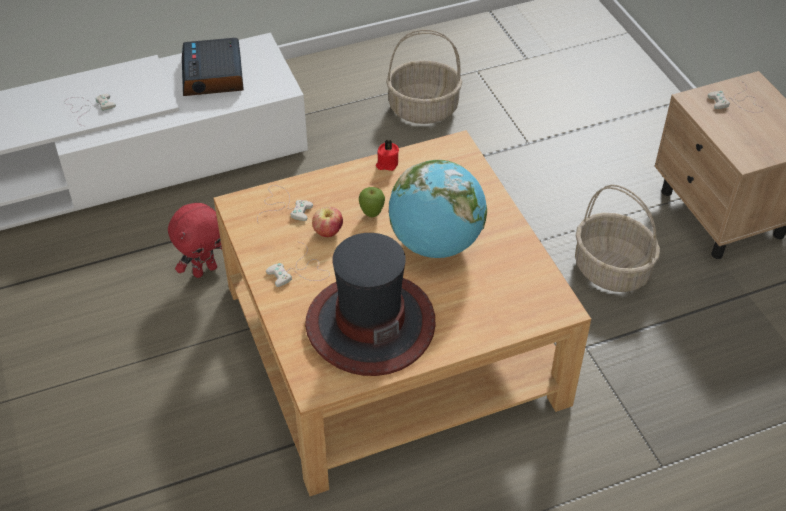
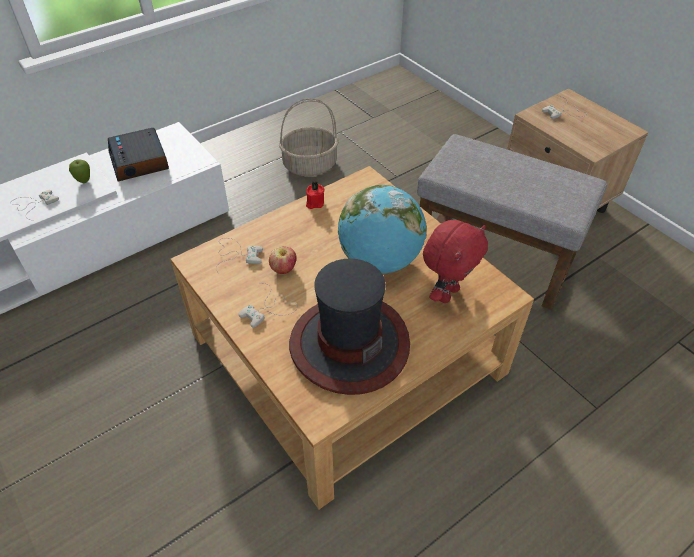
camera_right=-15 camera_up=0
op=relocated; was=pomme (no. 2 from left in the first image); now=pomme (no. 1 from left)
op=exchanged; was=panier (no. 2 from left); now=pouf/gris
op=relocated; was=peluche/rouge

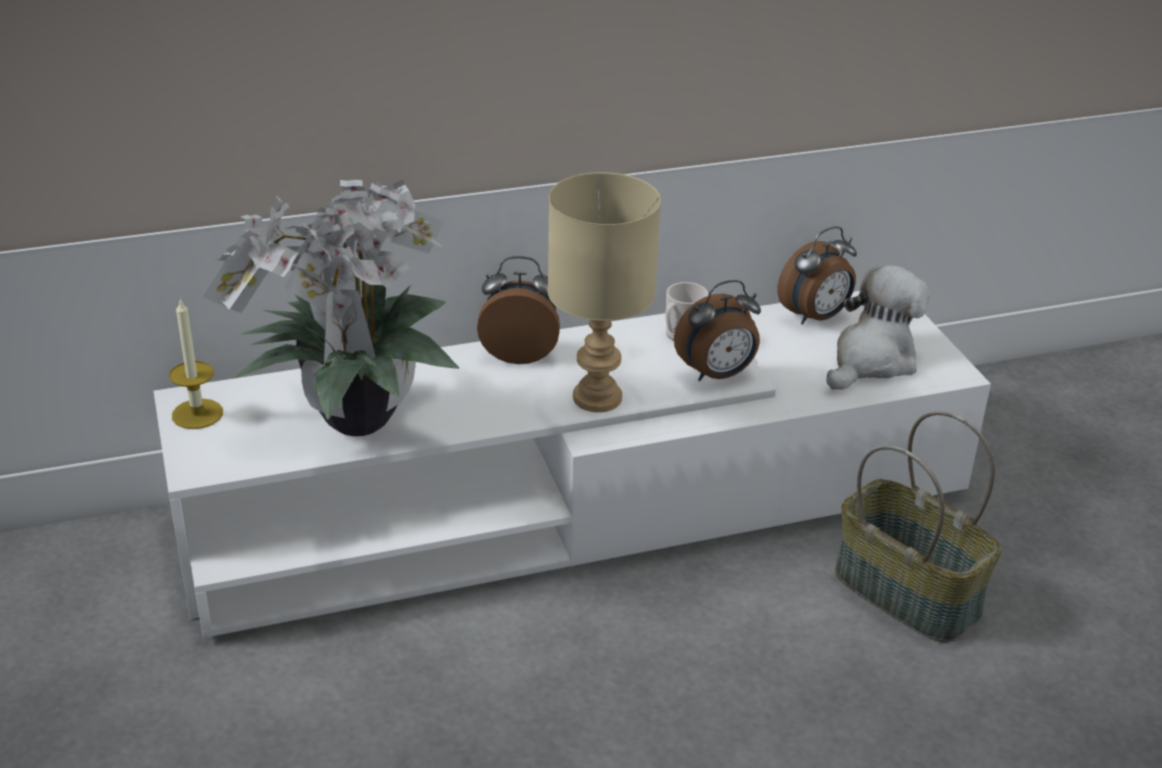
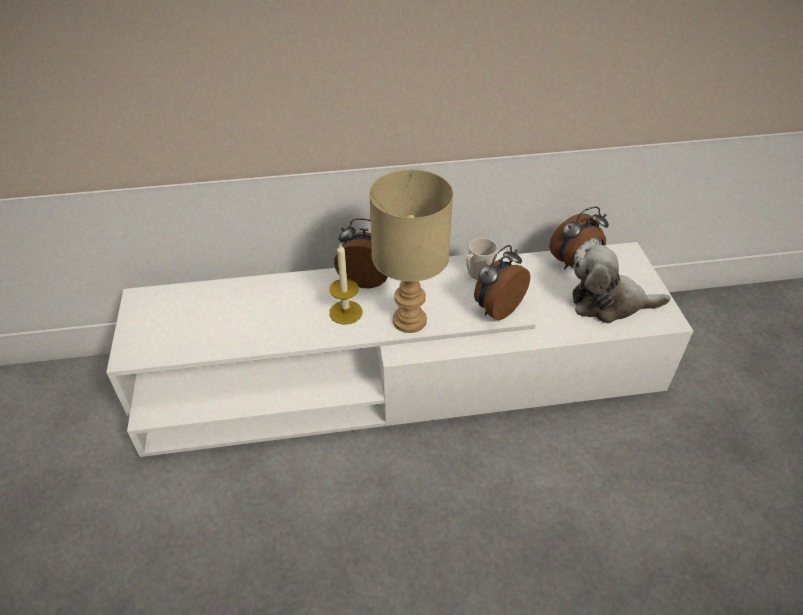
camera_right=10 camera_up=10
op=relocated; was=bougie
op=spun; was=réveil (no. 2 from left); clockwise=150
op=spun; was=peluche; clockwise=-135
op=missing; was=plante en pot
op=missing; was=panier

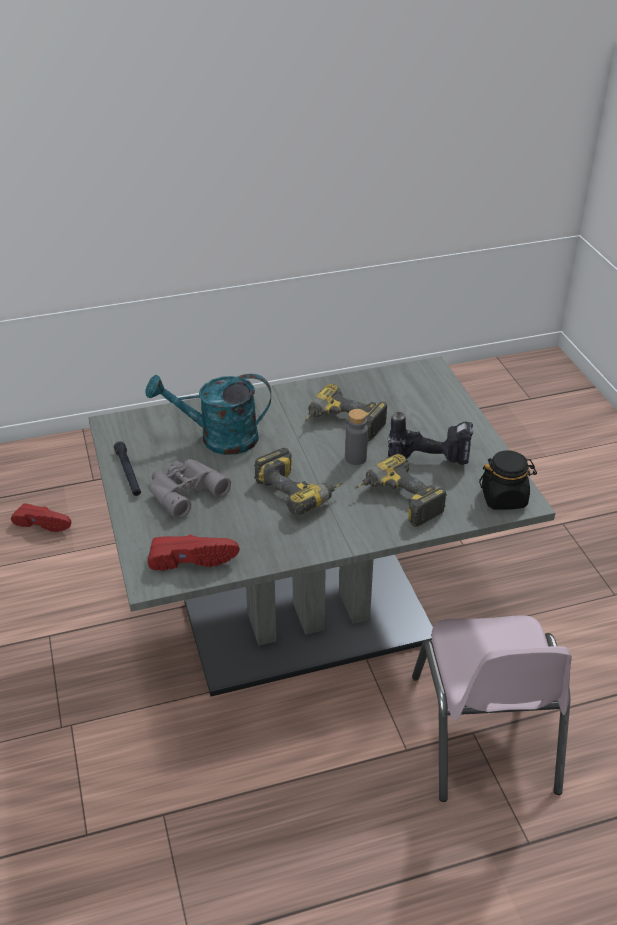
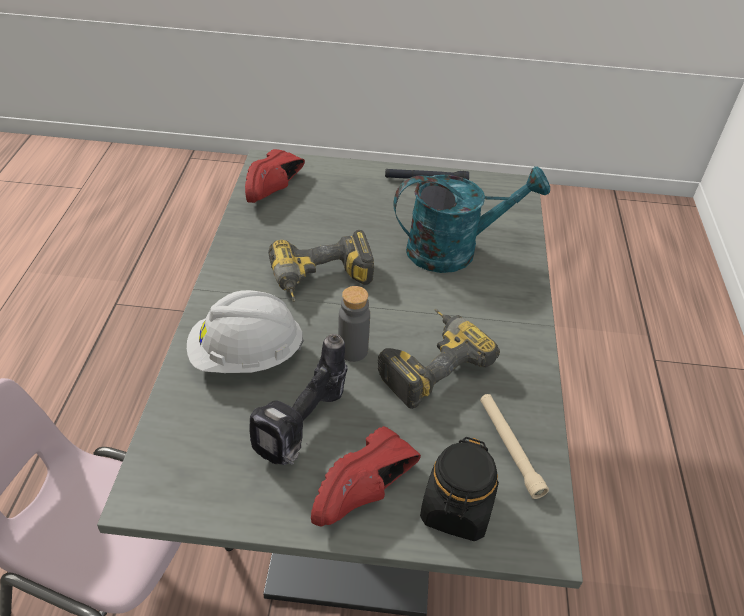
camera_right=110 camera_up=5
op=exchanged; was=perceuse (no. 3 from left); now=casque de chantier/blanc
op=relocated; was=chaussure/rouge (no. 1 from left in the first image); now=chaussure/rouge (no. 2 from left)
op=spun; was=arrosoir/turquoise; clockwise=60
op=relocated; was=bocal/noir
op=appeared; now=lampe de poche/beige
op=missing; was=jumelles/gris

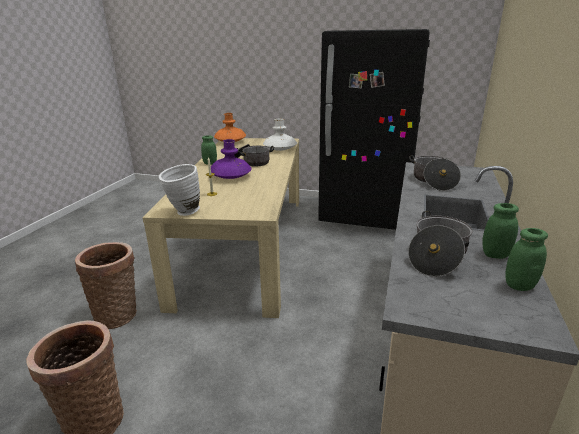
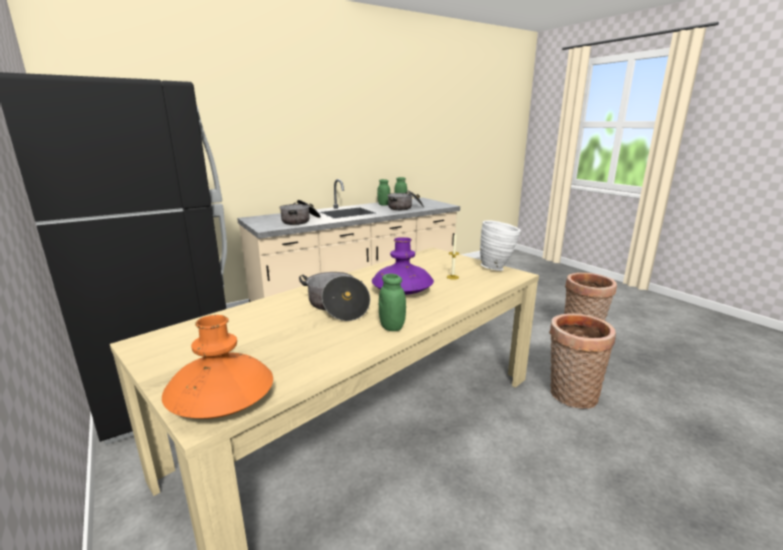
camera_right=-140 camera_up=-5
op=missing; was=vase/blanc (no. 2 from left)

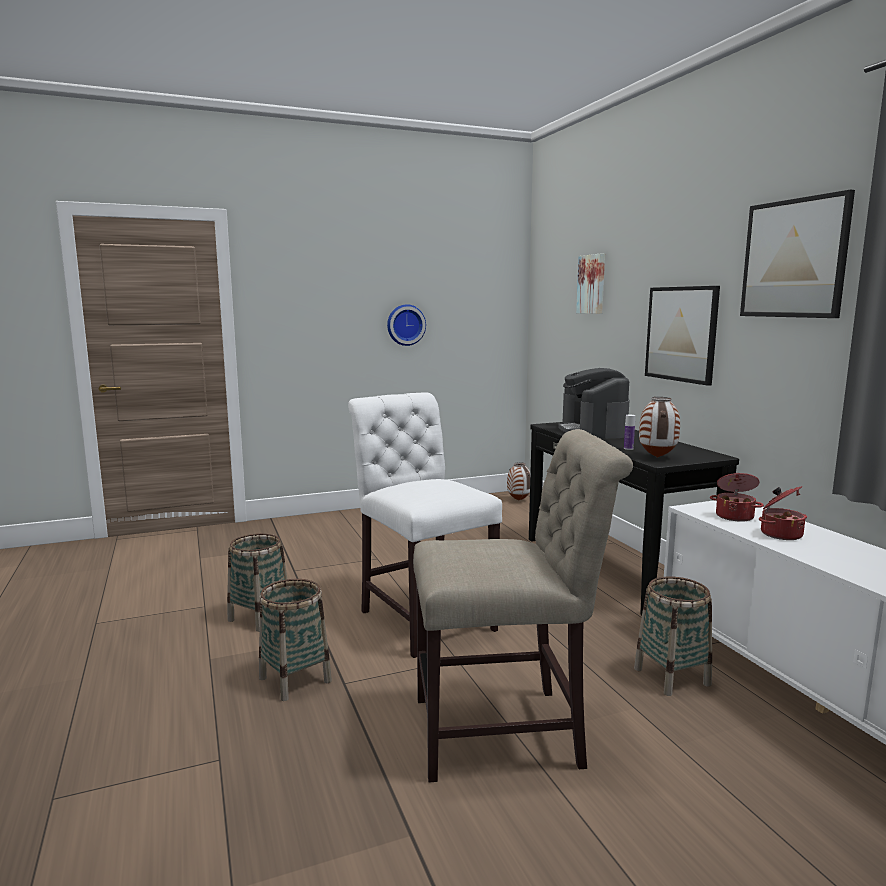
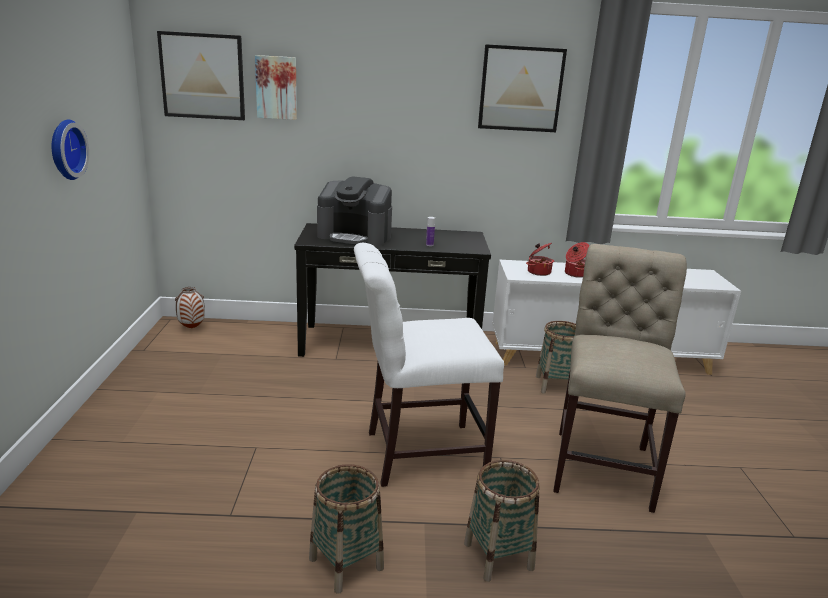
camera_right=-70 camera_up=10
op=relocated; was=tableau (no. 2 from left in the first image); now=tableau (no. 1 from left)
op=missing; was=vase (no. 2 from left)

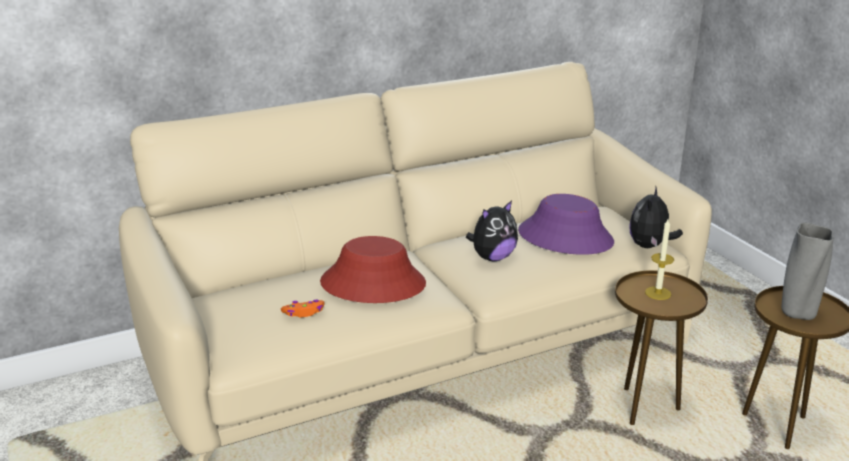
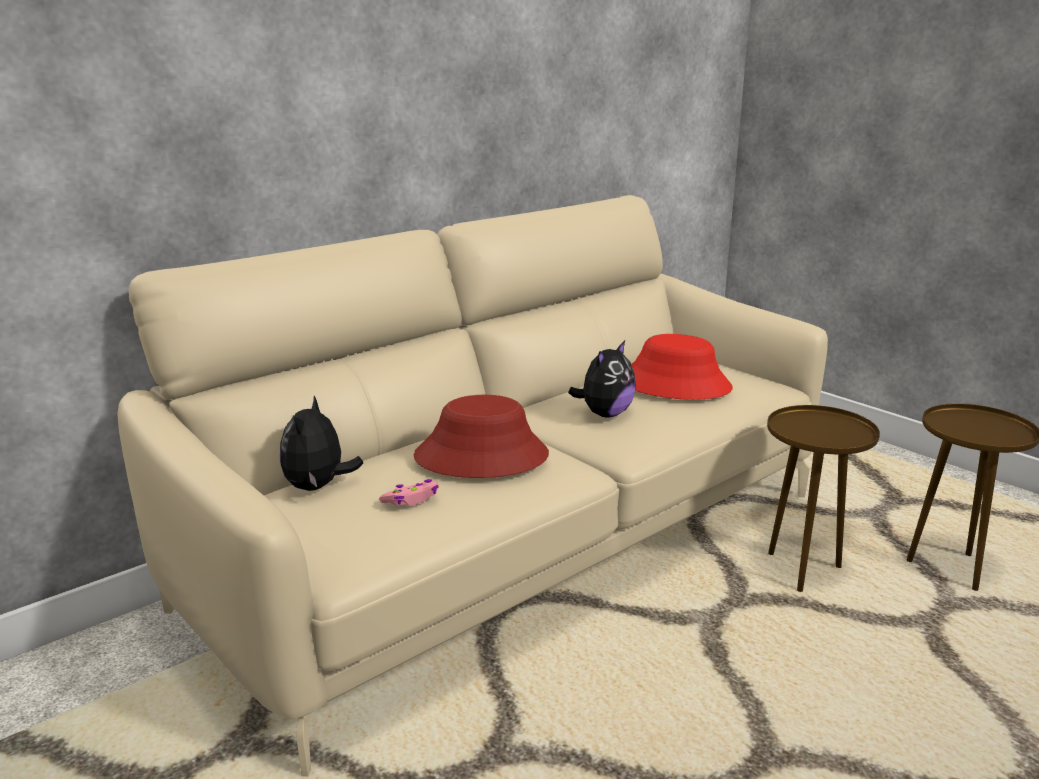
camera_right=-15 camera_up=-5
op=relocated; was=peluche (no. 2 from left in the first image); now=peluche (no. 1 from left)
op=colour; was=manette/orange; now=manette/rose
op=colour; was=chapeau/violet; now=chapeau/rouge (no. 2 from left)
op=missing; was=bougie
op=missing; was=vase/gris

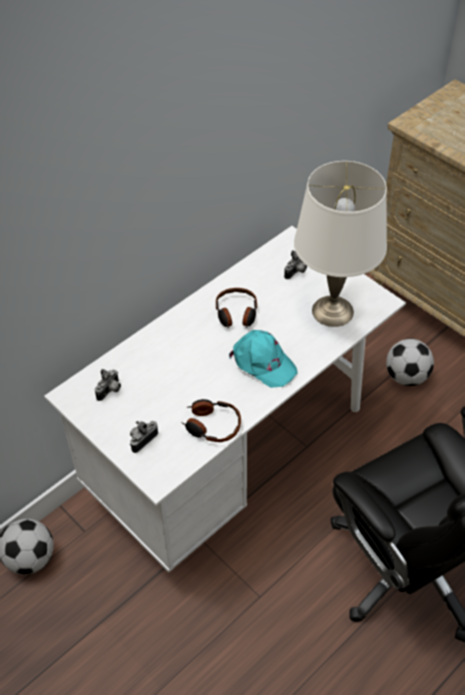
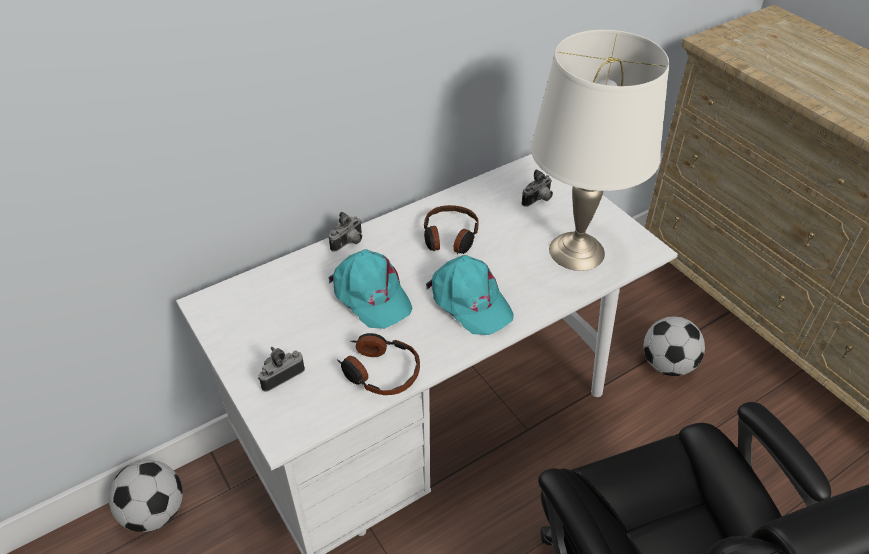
camera_right=10 camera_up=-5
op=appeared; now=casquette/turquoise (no. 1 from left)
op=relocated; was=appareil photo (no. 1 from left in the first image); now=appareil photo (no. 2 from left)

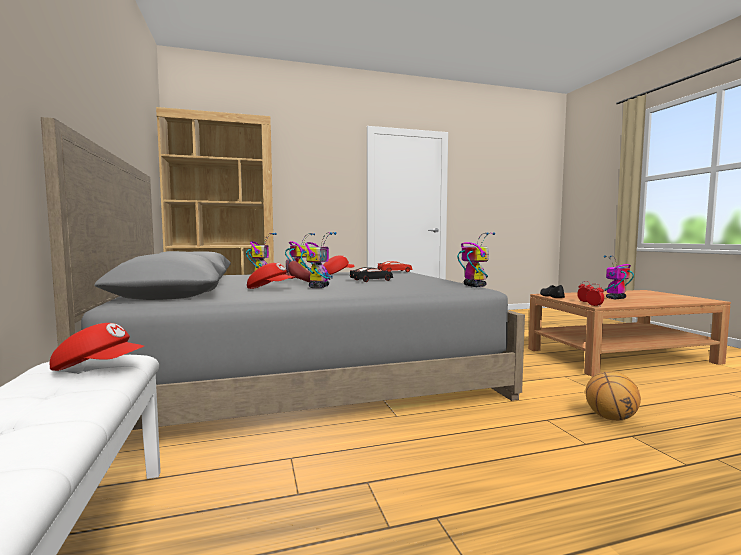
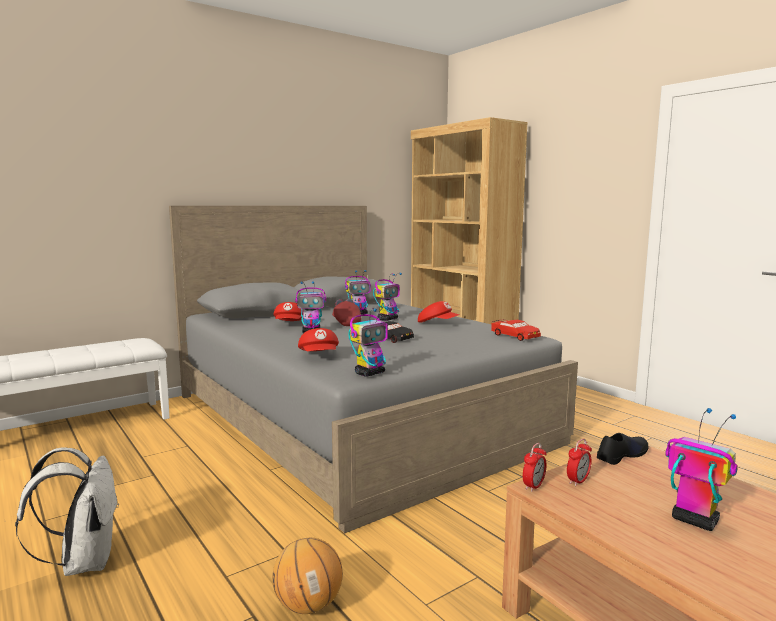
camera_right=70 camera_up=5
op=appeared; now=sac à dos/blanc
op=relocated; was=casquette/rouge (no. 1 from left in the first image); now=casquette/rouge (no. 2 from left)

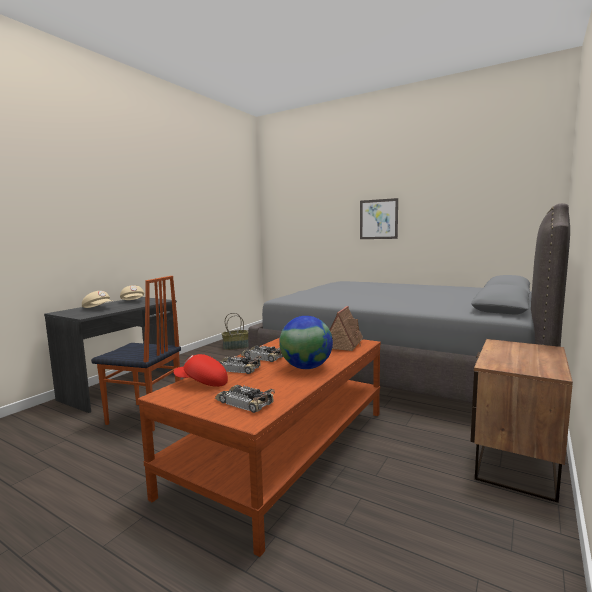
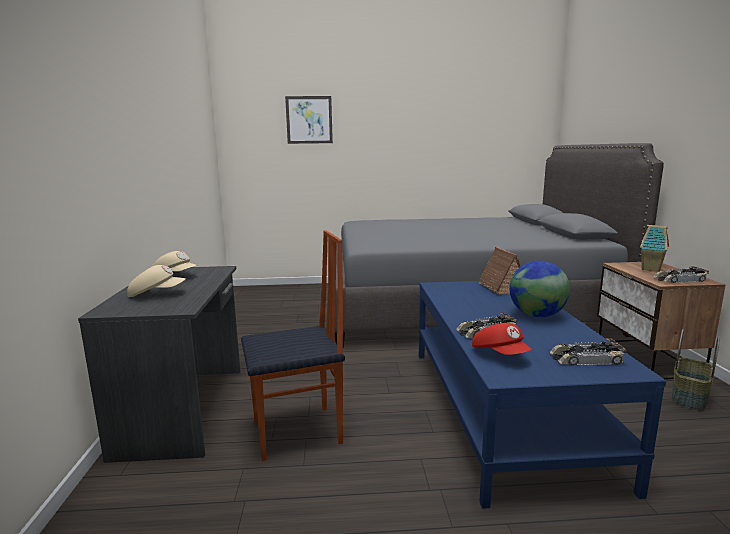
camera_right=-35 camera_up=5
op=relocated; was=tableau
op=colour; was=table basse/marron; now=table basse/bleu
op=spun; was=casquette/rouge; clockwise=-90
op=appeared; now=maison miniature (no. 2 from left)
op=relocated; was=petite voiture (no. 3 from left)
op=relocated; was=panier

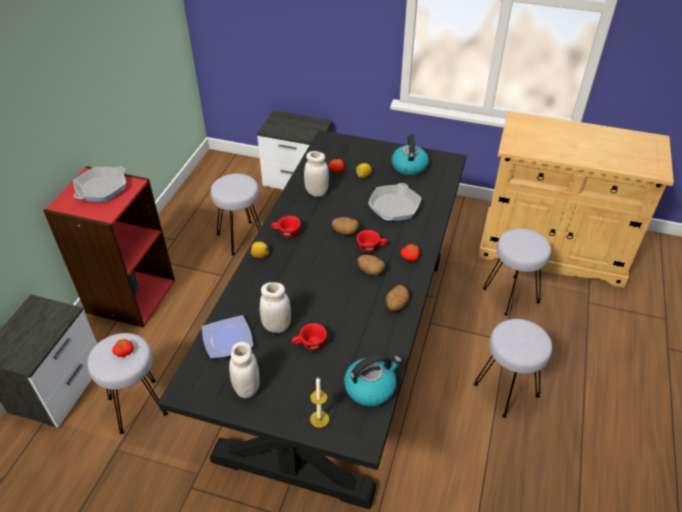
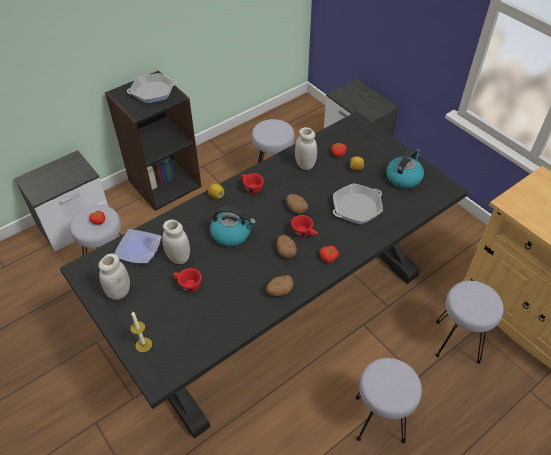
camera_right=35 camera_up=5
op=colour; was=bibliothèque/rouge; now=bibliothèque/noir
op=relocated; was=bouilloire (no. 1 from left)

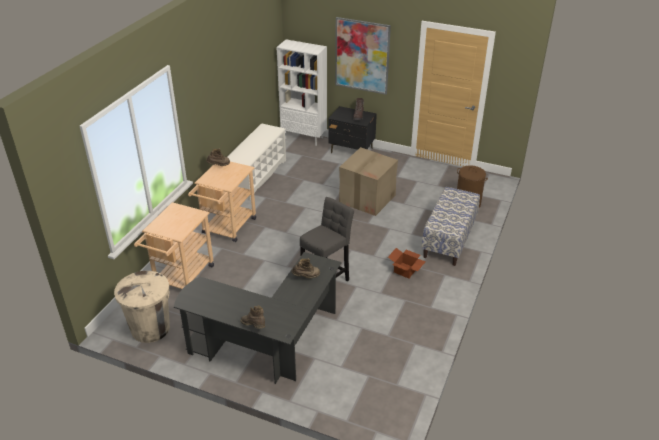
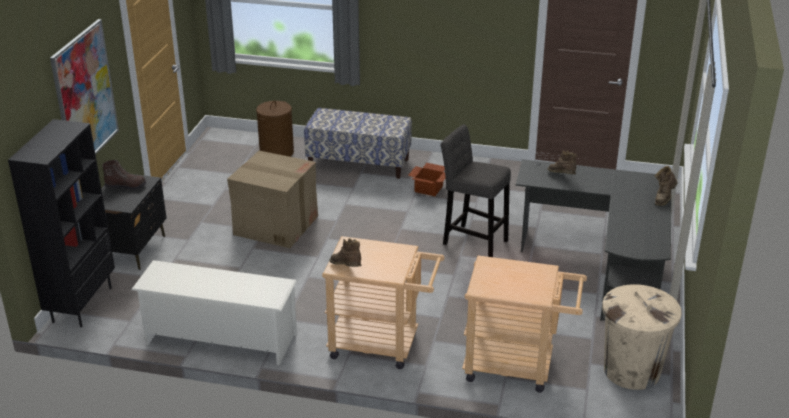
camera_right=-100 camera_up=-5
op=colour; was=bibliothèque/blanc; now=bibliothèque/noir

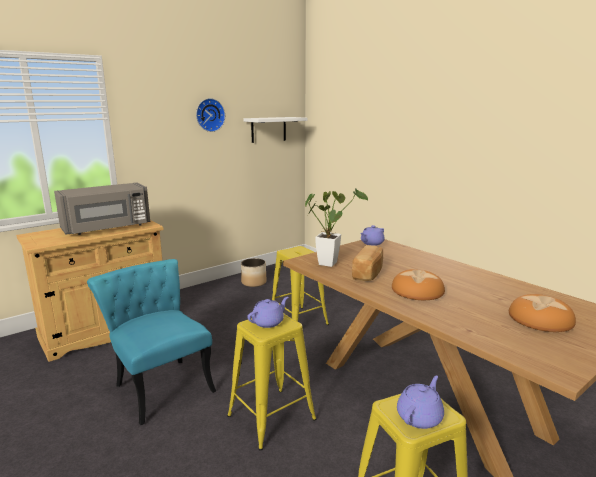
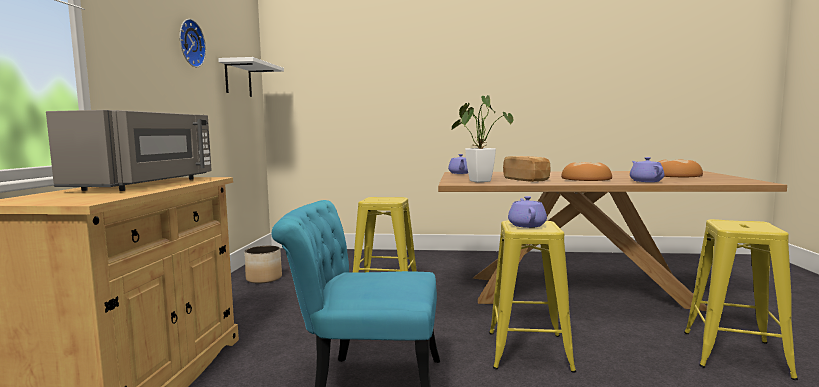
camera_right=-45 camera_up=-10
op=relocated; was=théière/violet (no. 3 from left)

